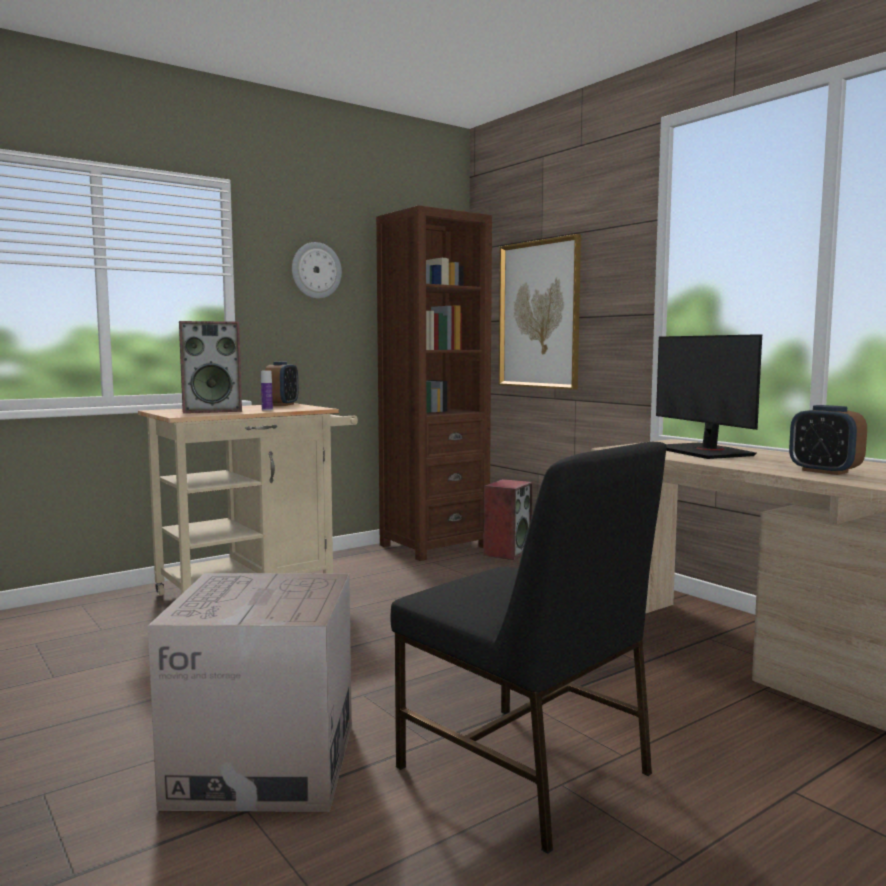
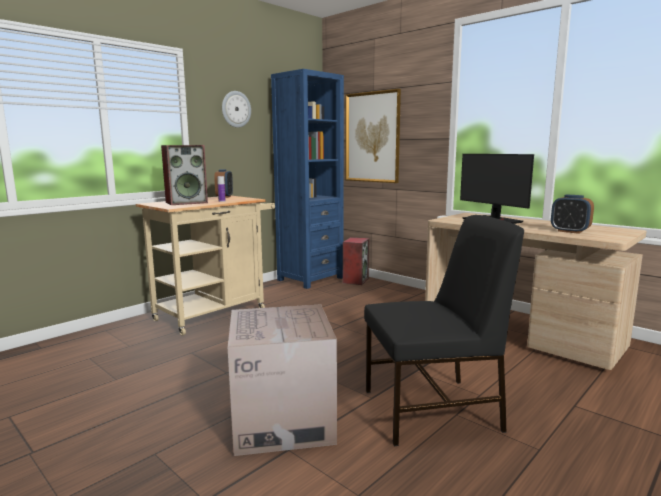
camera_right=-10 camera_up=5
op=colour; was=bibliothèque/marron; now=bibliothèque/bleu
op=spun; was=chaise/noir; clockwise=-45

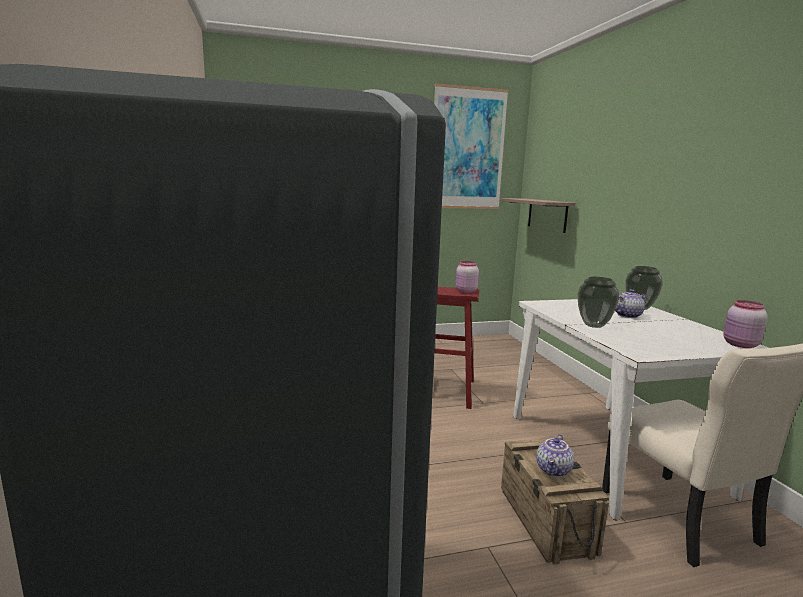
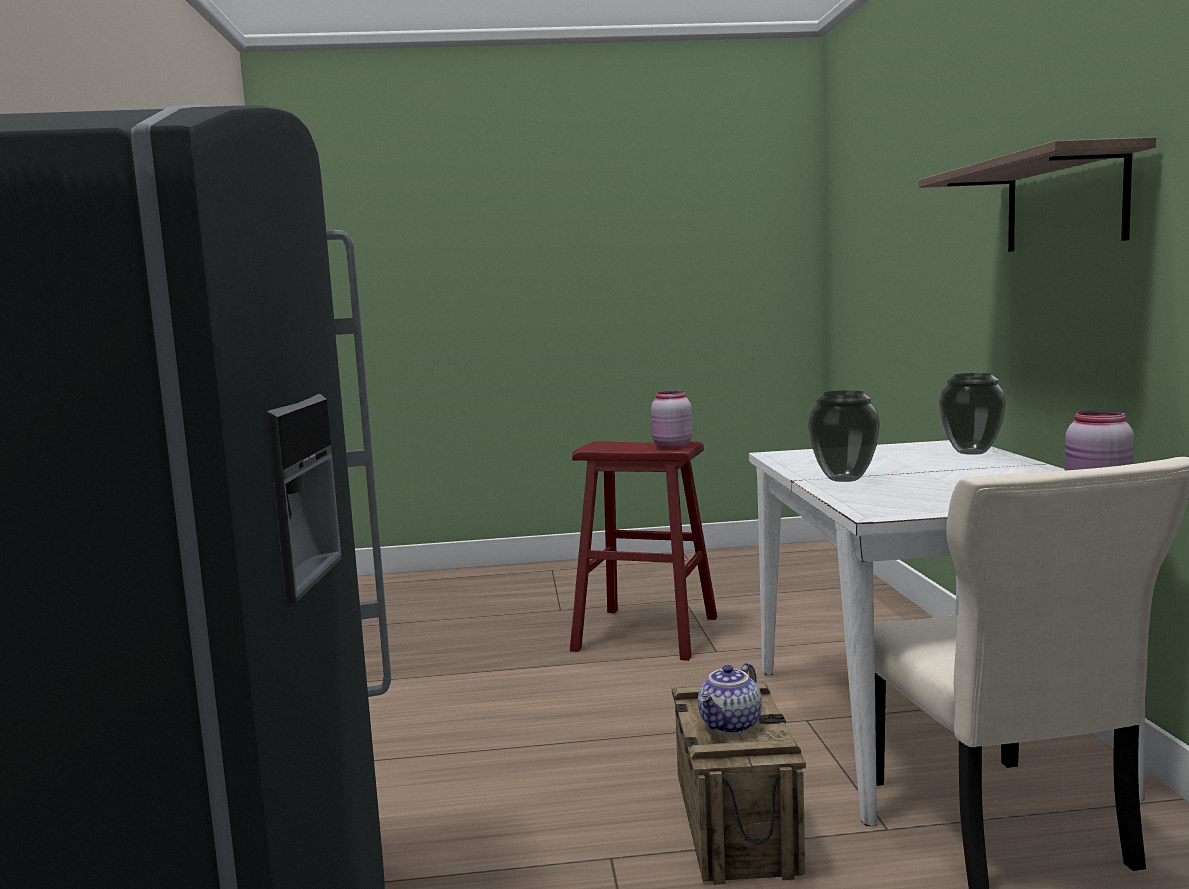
camera_right=10 camera_up=-5
op=relocated; was=étagère
op=missing; was=tableau
op=missing; was=théière (no. 2 from left)

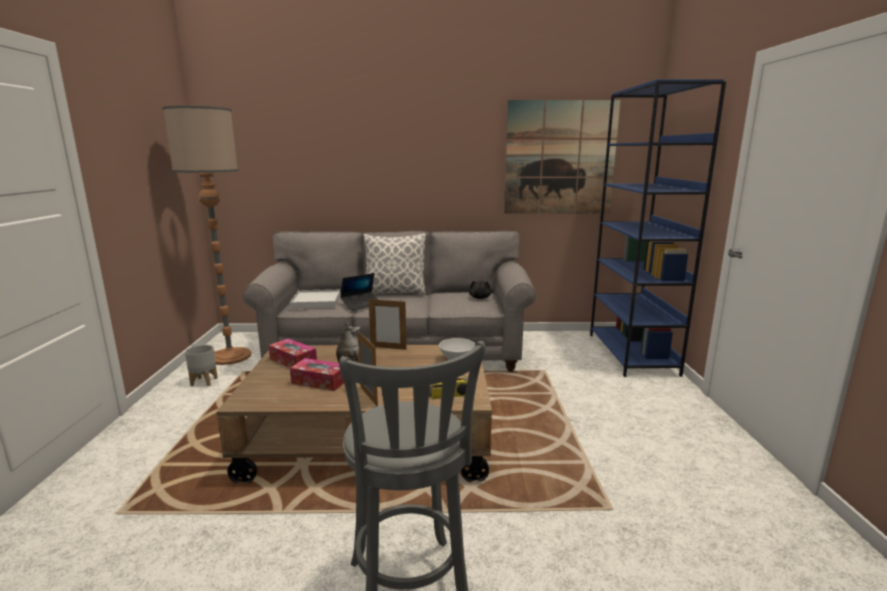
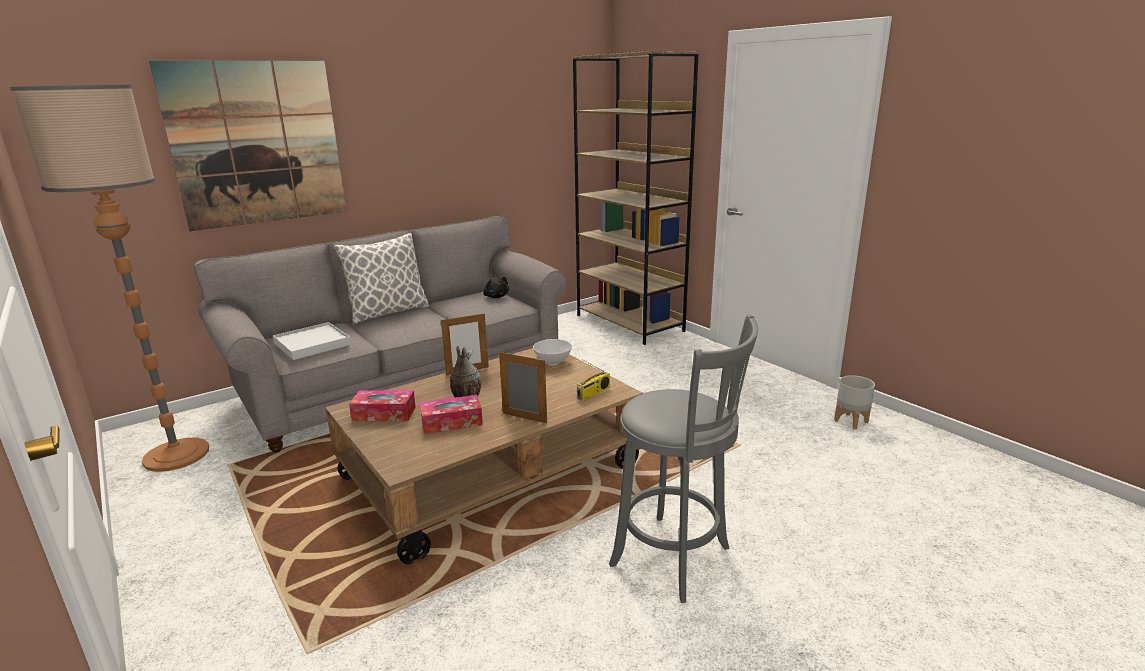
camera_right=-35 camera_up=5
op=relocated; was=tableau
op=colour; was=bibliothèque/bleu; now=bibliothèque/marron
op=relocated; was=cache-pot/gris
op=missing; was=ordinateur portable

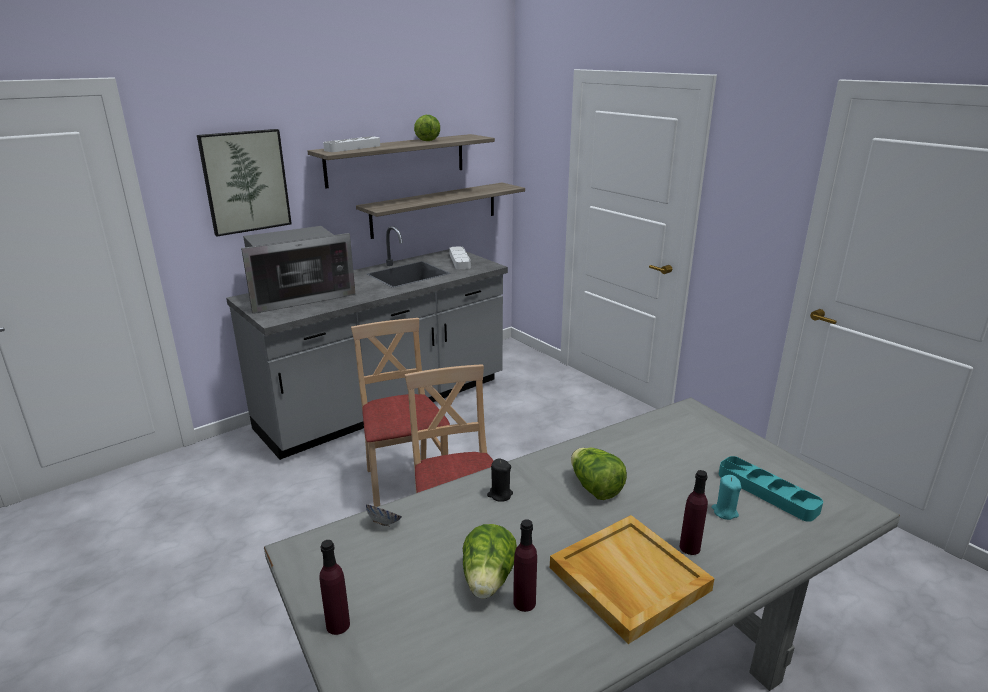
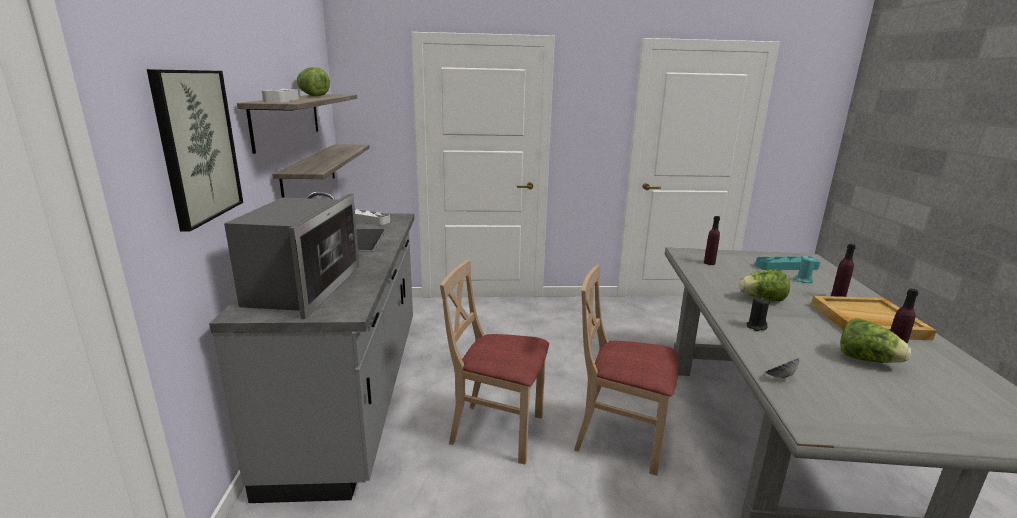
camera_right=-55 camera_up=-5
op=relocated; was=bouteille/violet (no. 1 from left)

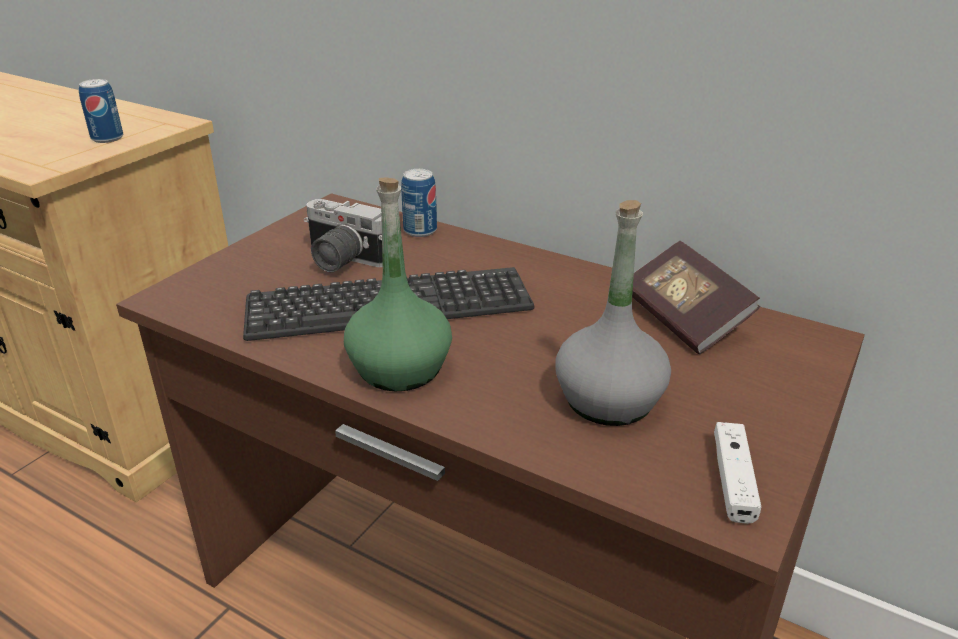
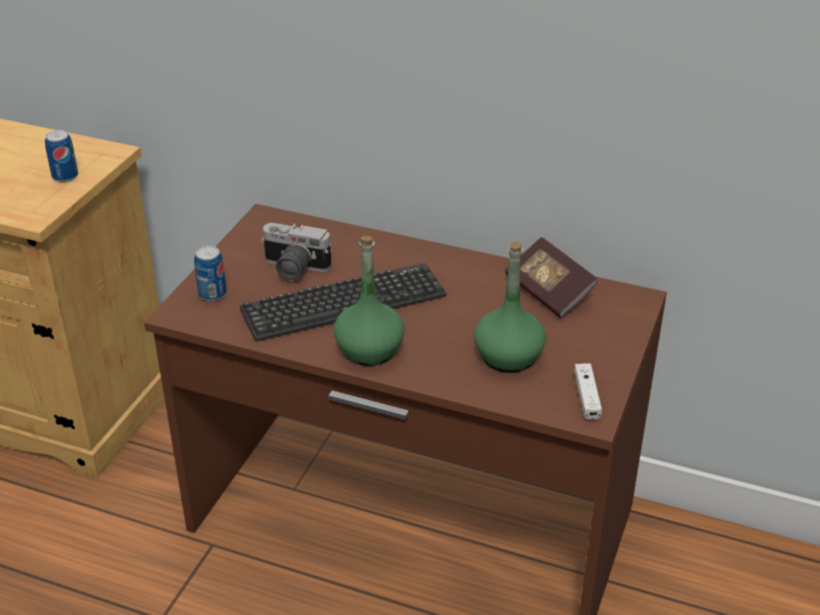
camera_right=-10 camera_up=5
op=relocated; was=boîte métallique (no. 2 from left)
op=colour; was=bouteille/gris; now=bouteille/vert (no. 2 from left)

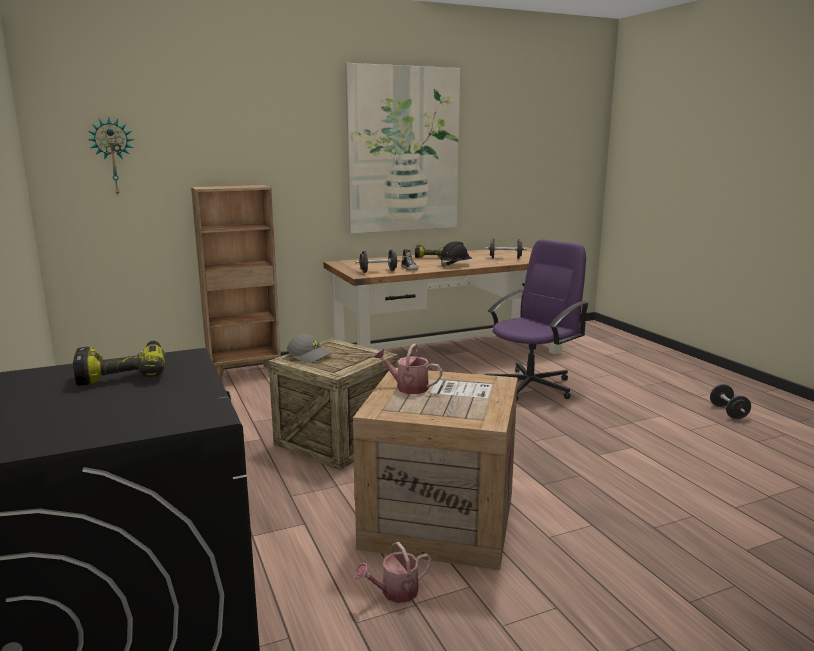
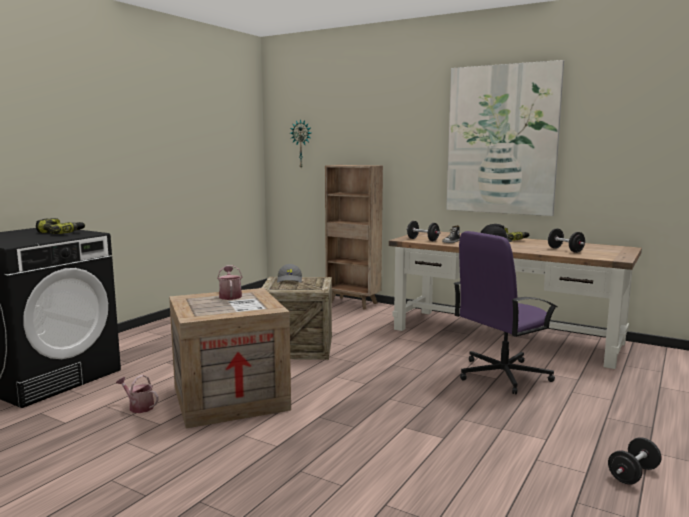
camera_right=55 camera_up=-5
op=spun; was=chaise de bureau/violet; clockwise=135

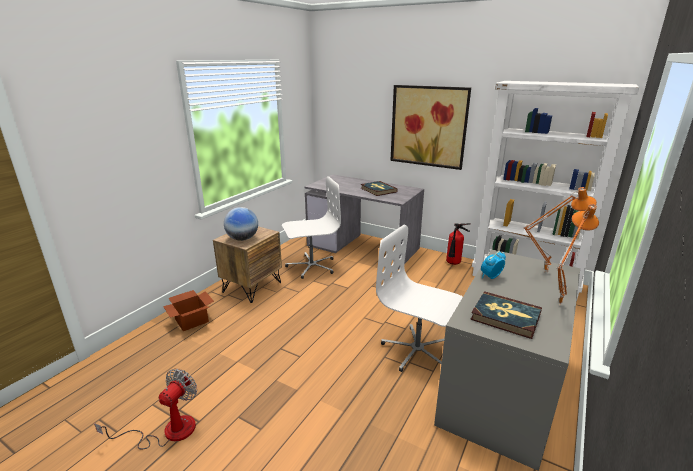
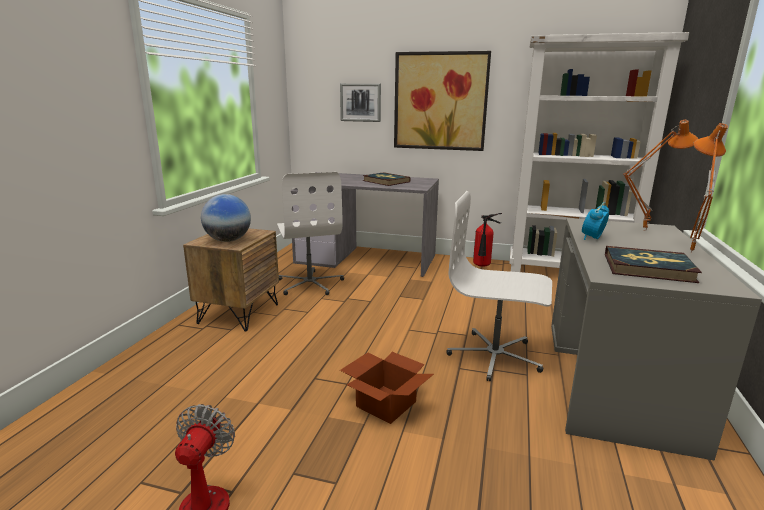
camera_right=-15 camera_up=-5
op=spun; was=chaise de bureau/blanc (no. 1 from left); clockwise=105
op=appeared; now=tableau (no. 1 from left)
op=relocated; was=carton

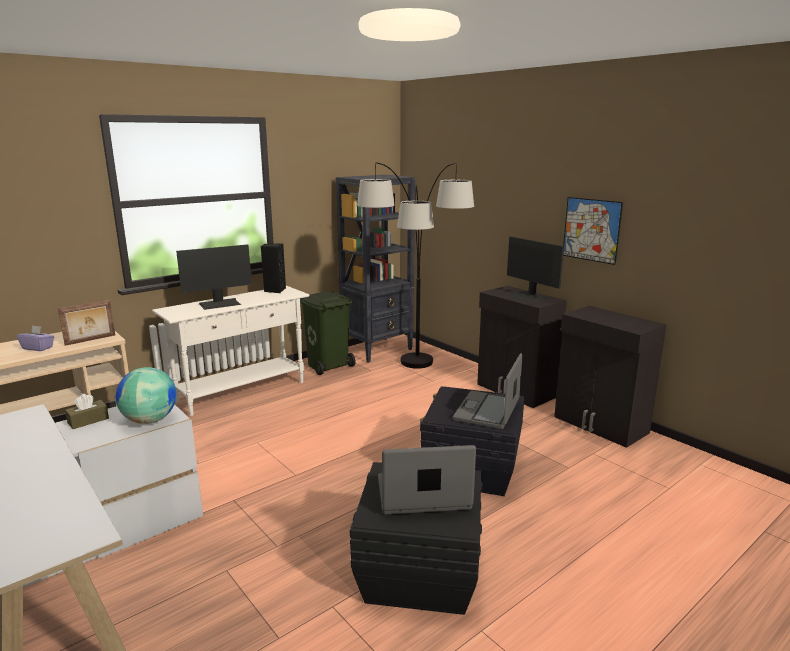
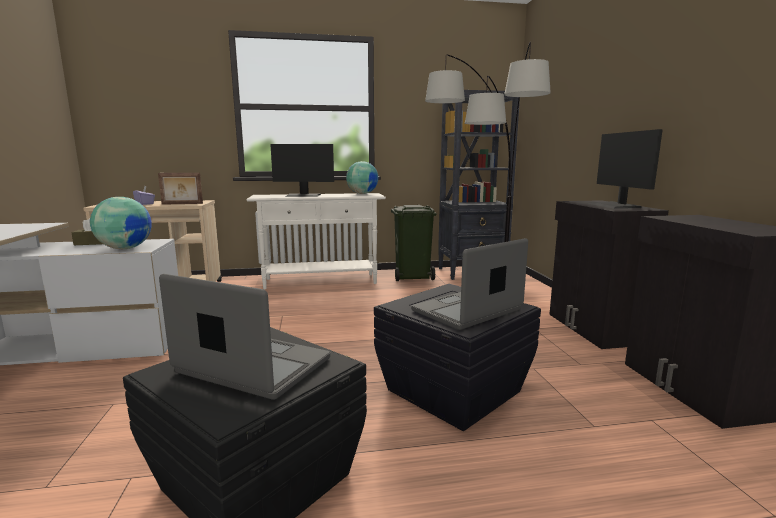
camera_right=30 camera_up=-5
op=exchanged; was=enceinte/noir; now=globe (no. 2 from left)
op=missing; was=tableau

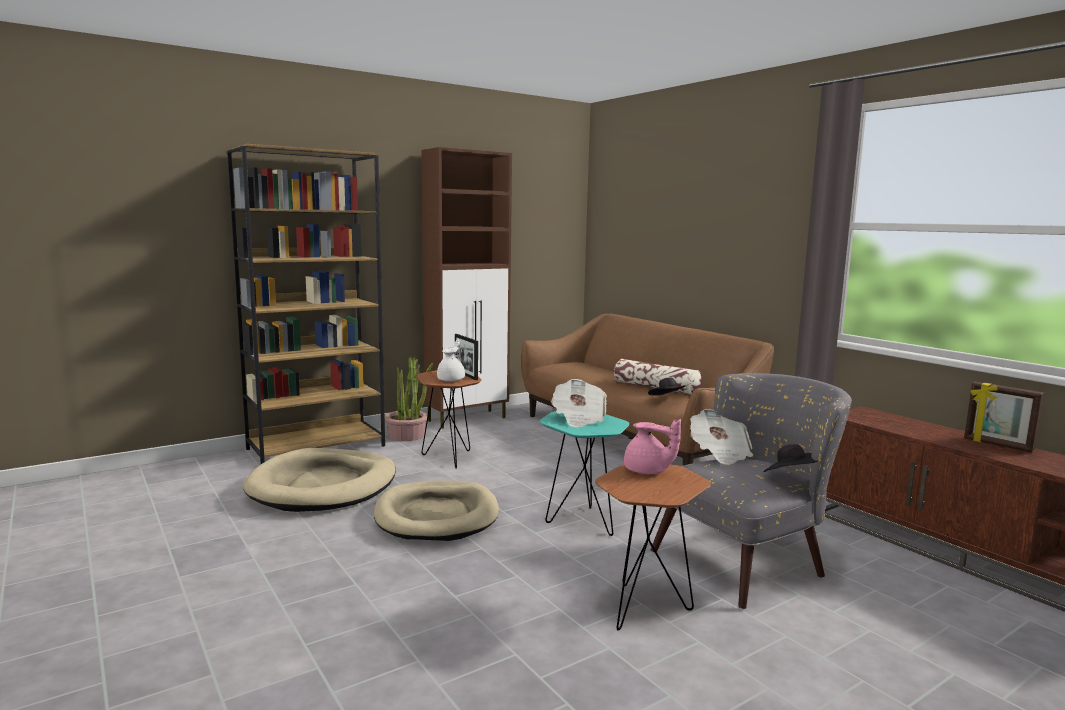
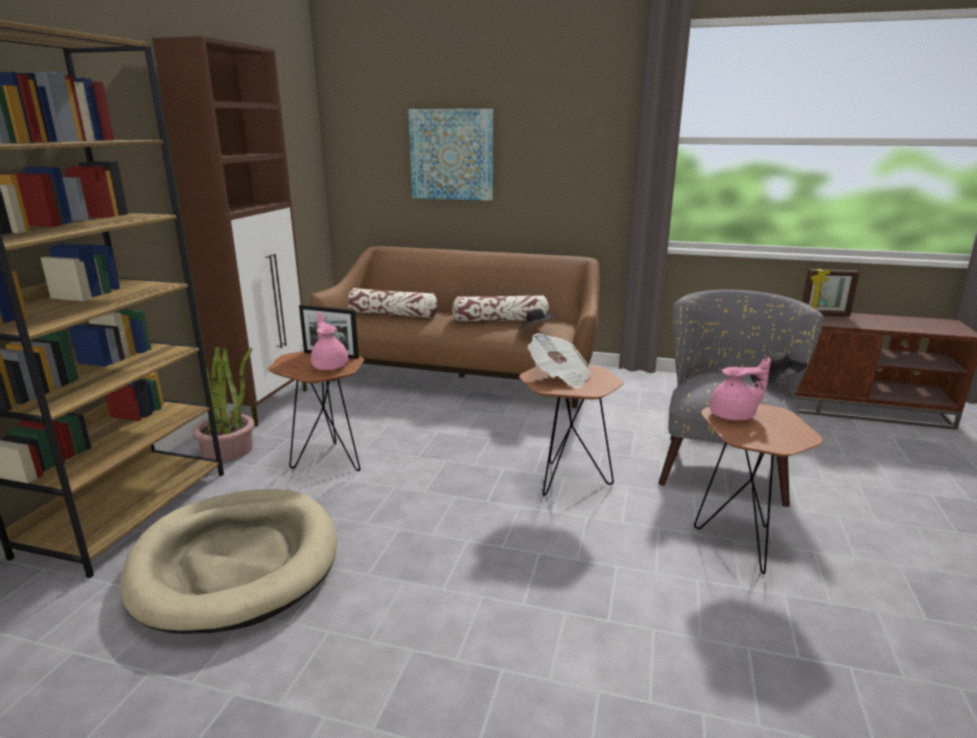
camera_right=-40 camera_up=10
op=colour; was=théière/blanc; now=théière/rose (no. 1 from left)
op=appeared; now=coussin (no. 1 from left)
op=appeared; now=tableau
op=colour; was=table d'appoint/turquoise; now=table d'appoint/marron (no. 2 from left)
op=missing; was=panier pour chien/beige (no. 2 from left)
op=missing; was=journal (no. 2 from left)

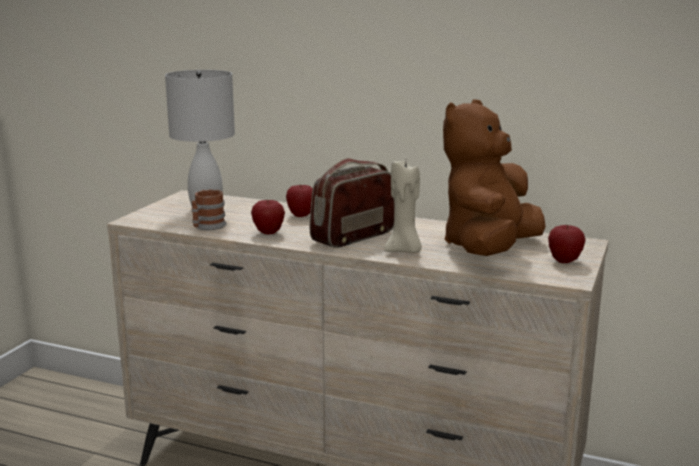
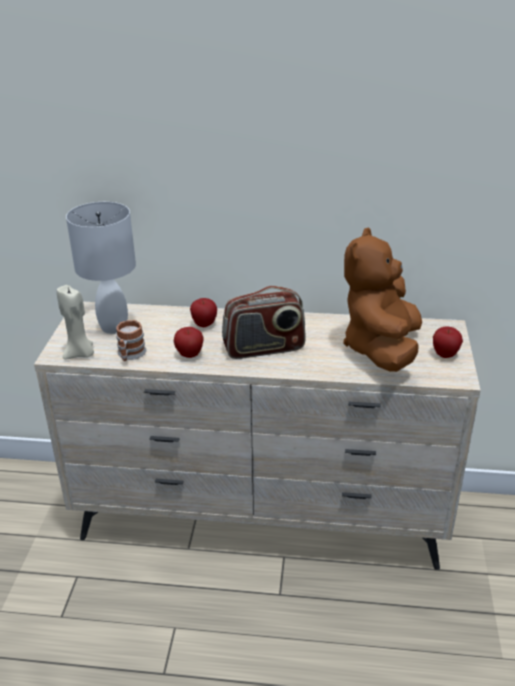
camera_right=-15 camera_up=15
op=relocated; was=bougie/beige
op=spun; was=radio; clockwise=-135

